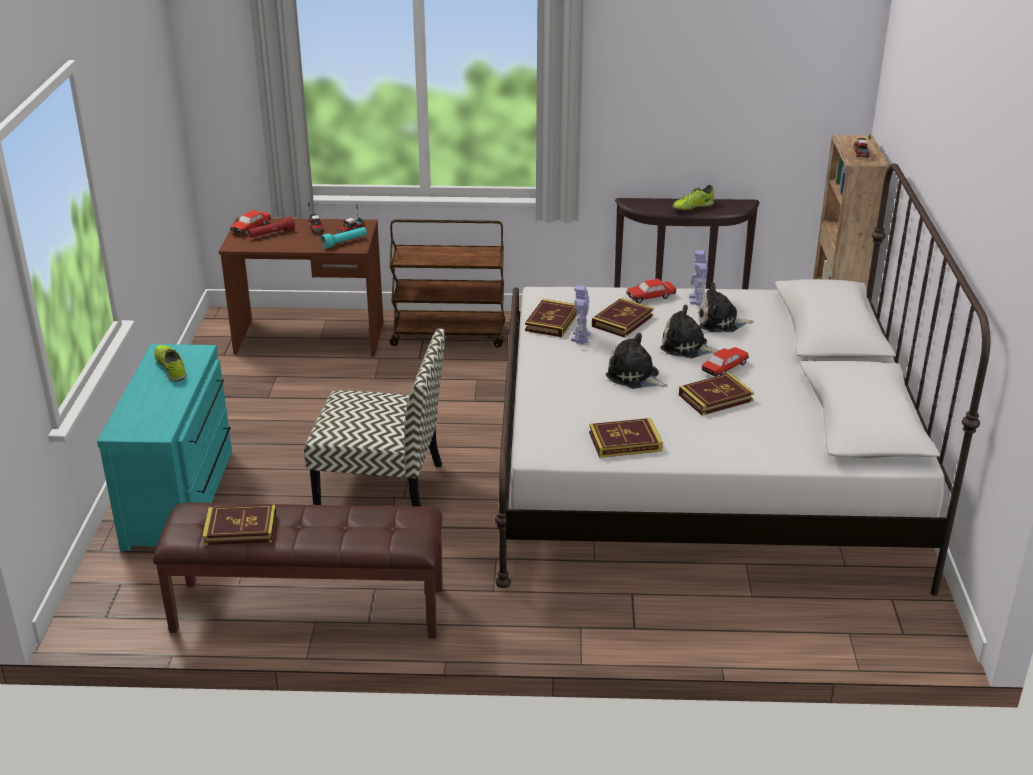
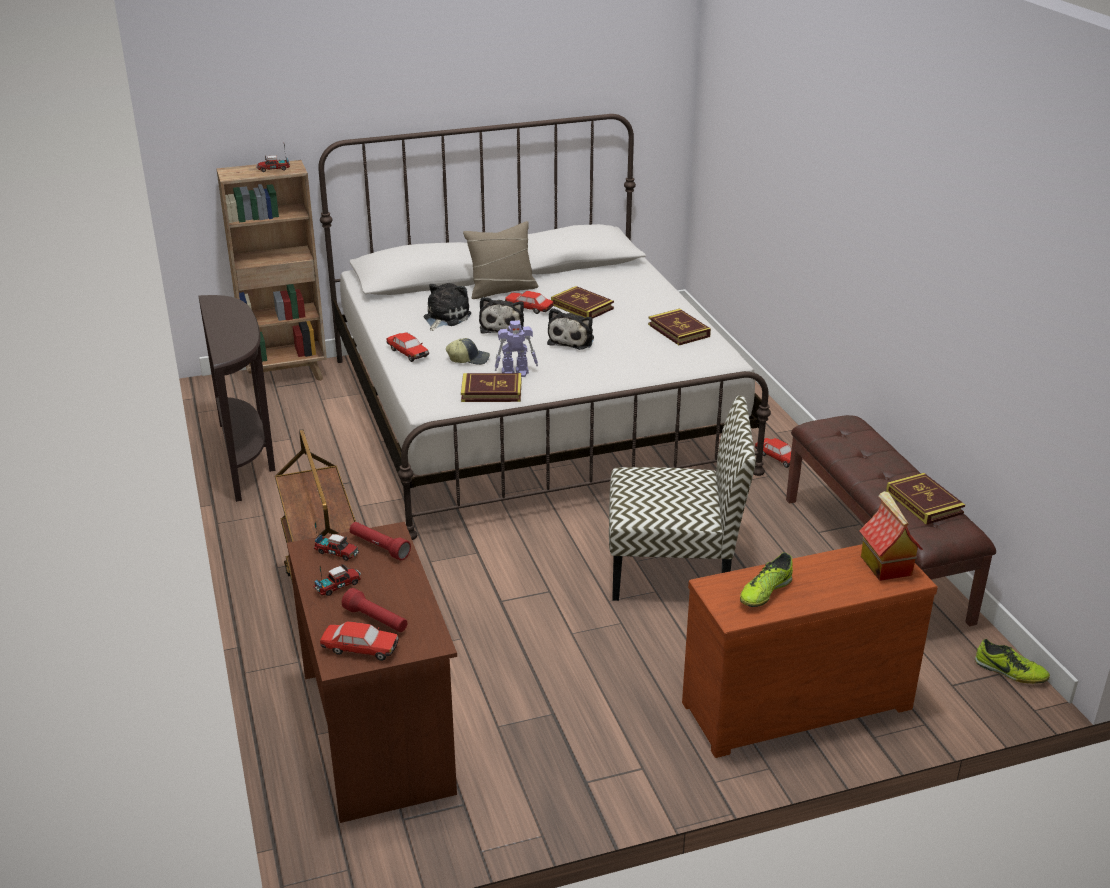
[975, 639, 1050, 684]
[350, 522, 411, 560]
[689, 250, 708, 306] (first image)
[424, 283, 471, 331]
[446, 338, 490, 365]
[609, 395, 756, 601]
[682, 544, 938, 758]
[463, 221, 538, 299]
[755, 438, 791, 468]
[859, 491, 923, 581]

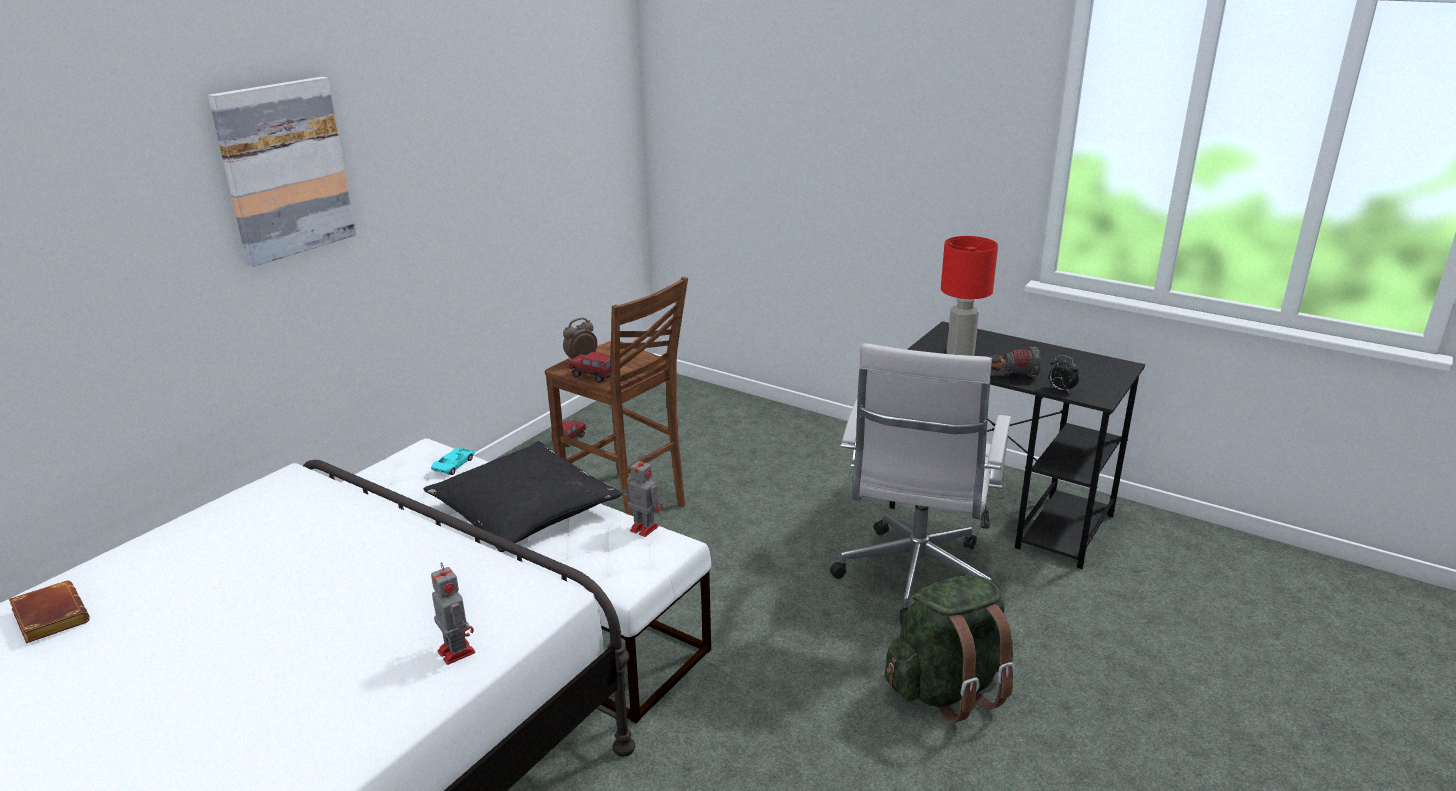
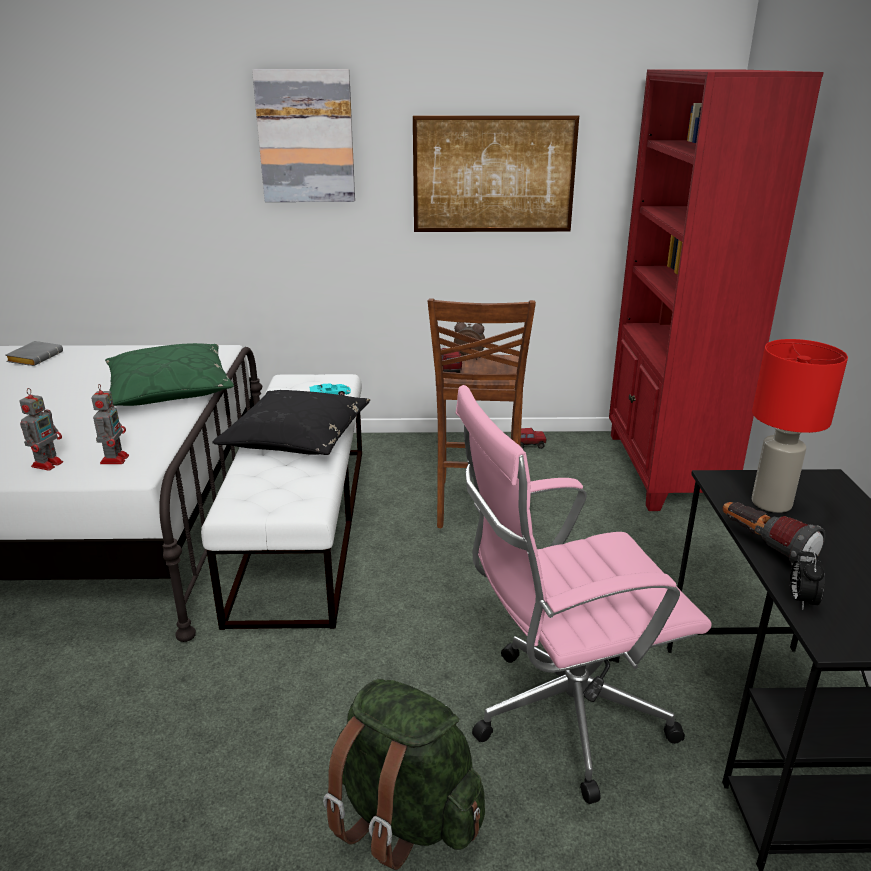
[456, 385, 712, 804]
[91, 384, 129, 464]
[5, 341, 63, 366]
[609, 69, 824, 511]
[413, 115, 579, 232]
[105, 343, 234, 406]

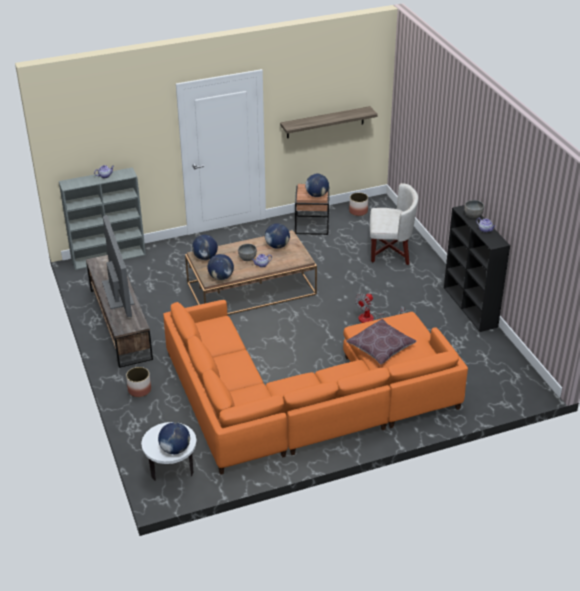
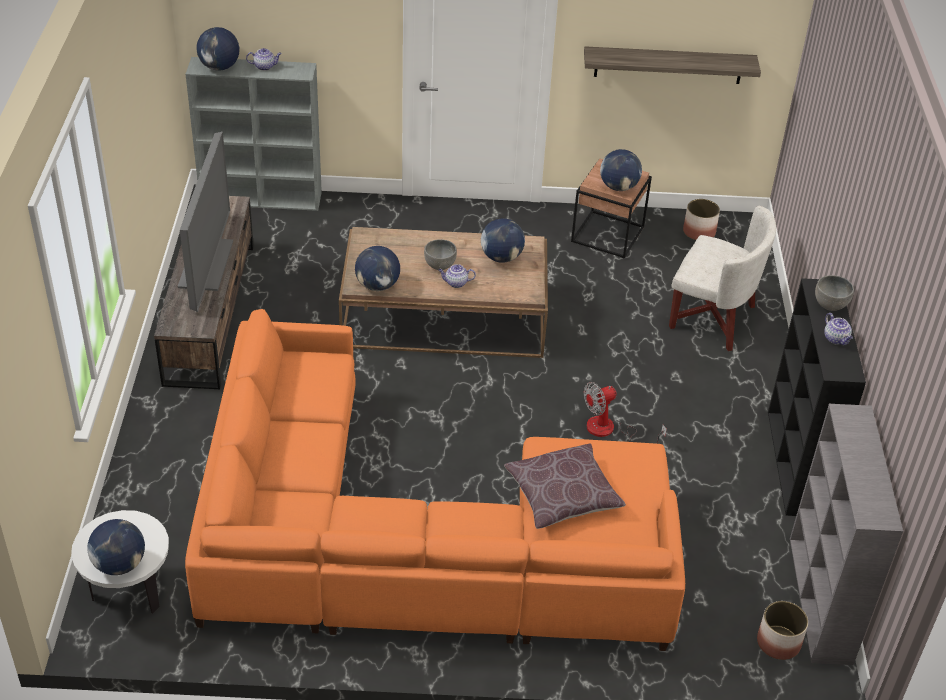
[196, 27, 239, 70]
[757, 601, 808, 660]
[790, 404, 903, 665]

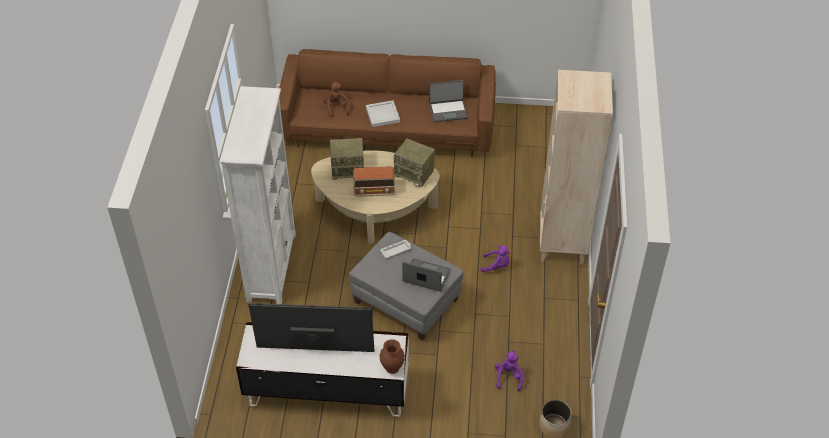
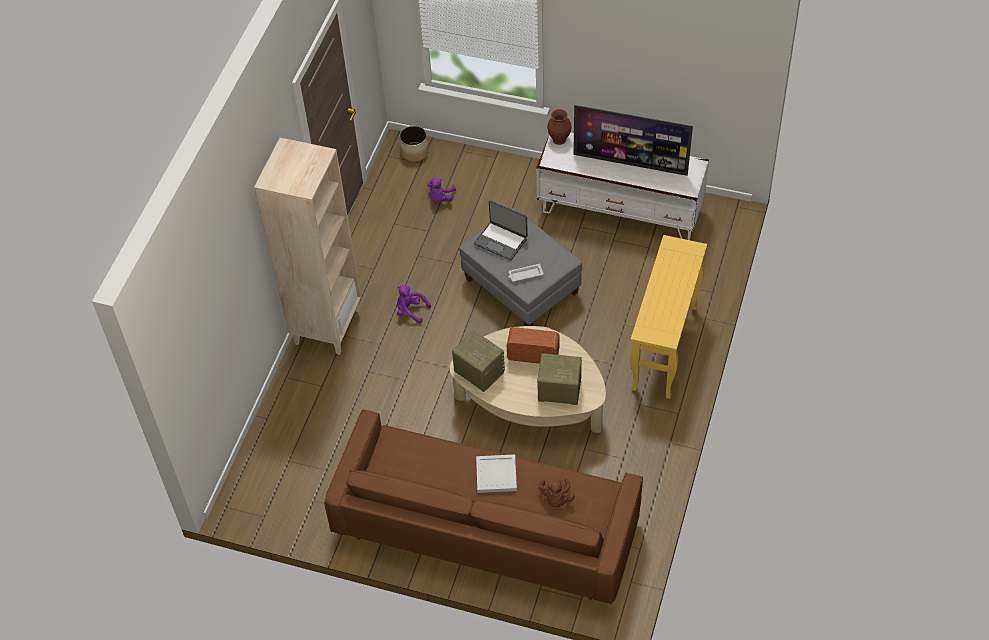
[429, 80, 468, 122] (first image)
[630, 235, 707, 399]

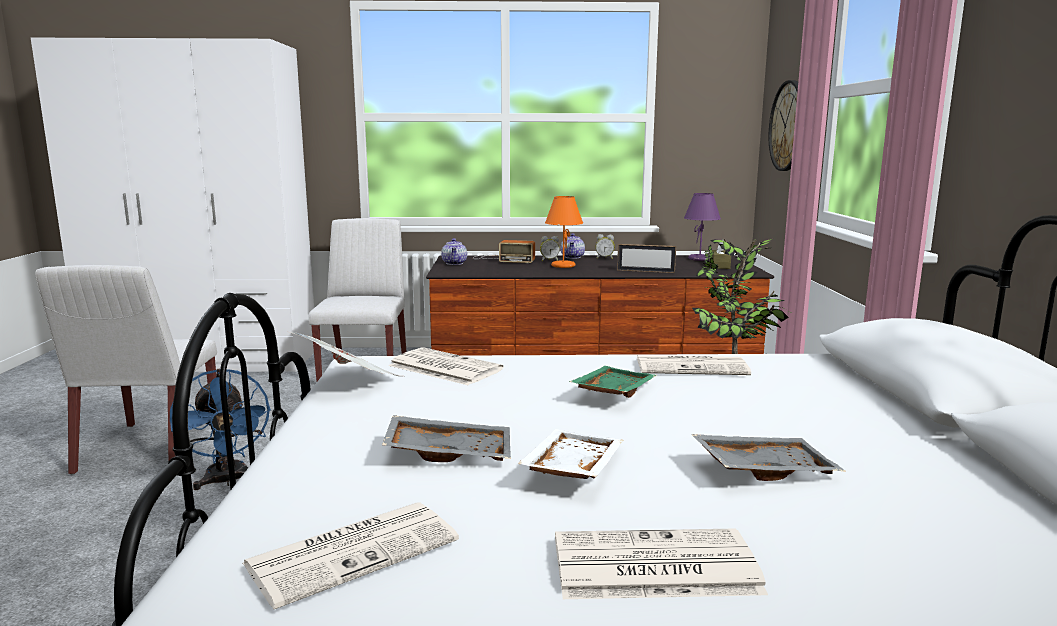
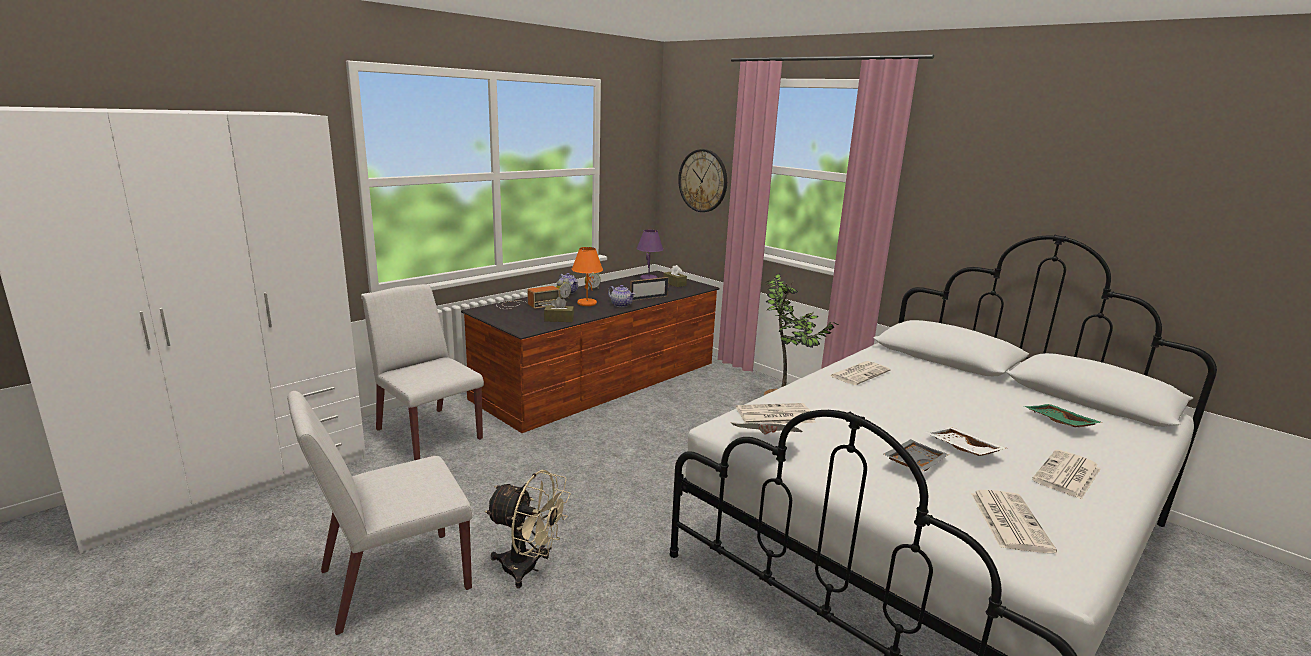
[608, 285, 635, 307]
[287, 391, 472, 635]
[1024, 404, 1103, 427]
[485, 470, 570, 588]
[691, 434, 845, 481] (first image)
[544, 297, 574, 322]

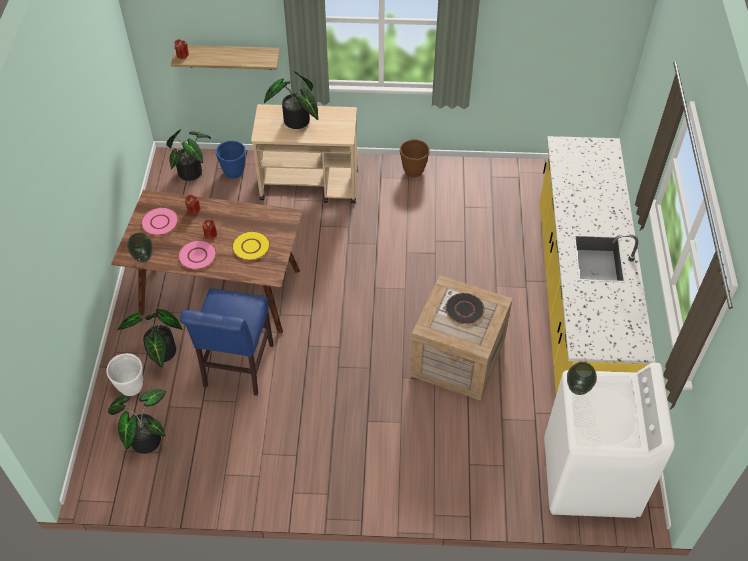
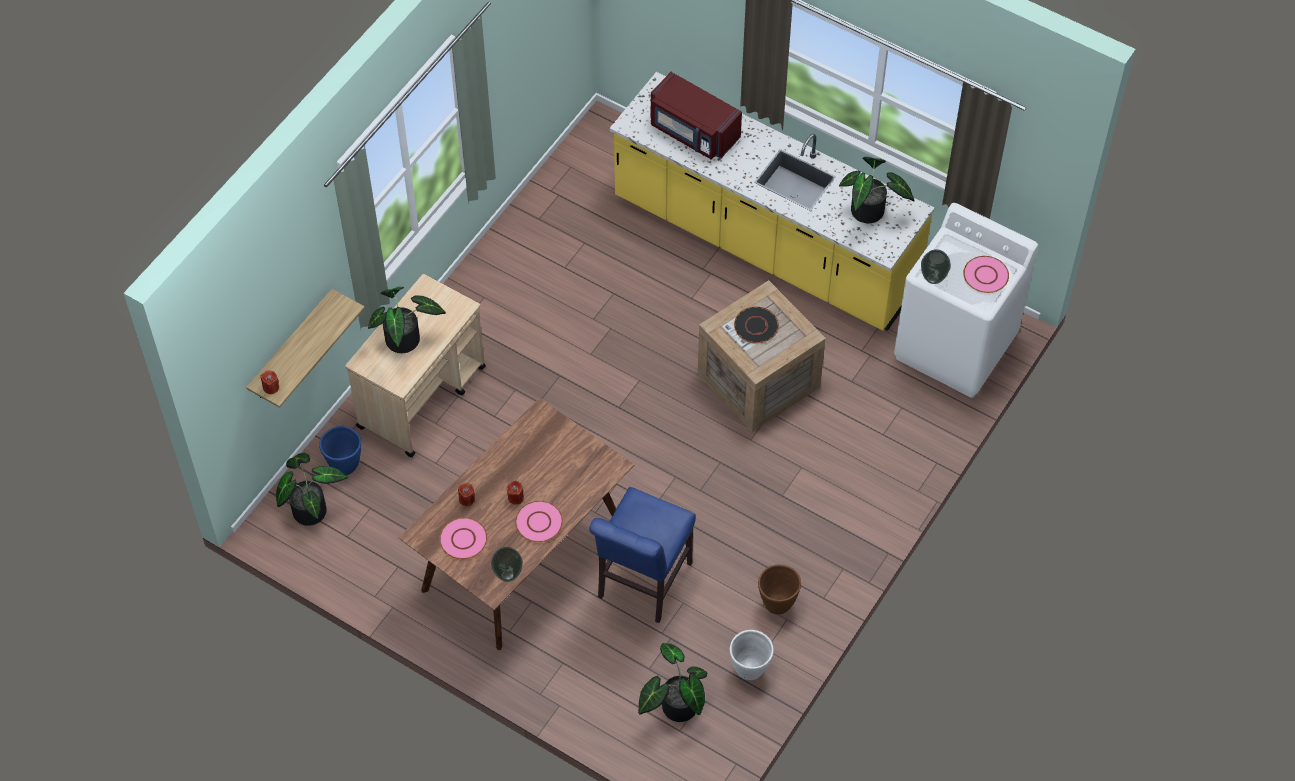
[758, 564, 801, 614]
[232, 231, 270, 260] (first image)
[589, 487, 696, 623]
[839, 157, 915, 223]
[730, 630, 774, 680]
[651, 72, 742, 160]
[963, 256, 1009, 293]

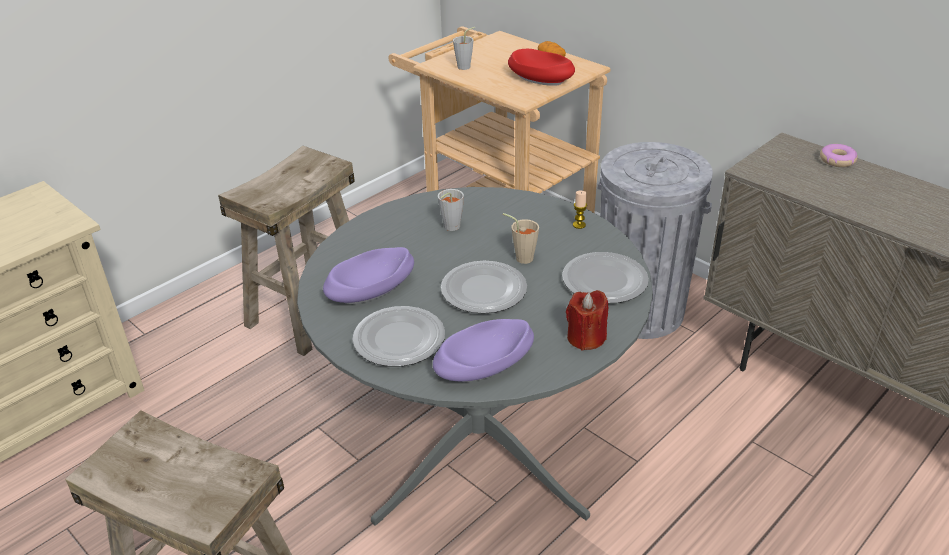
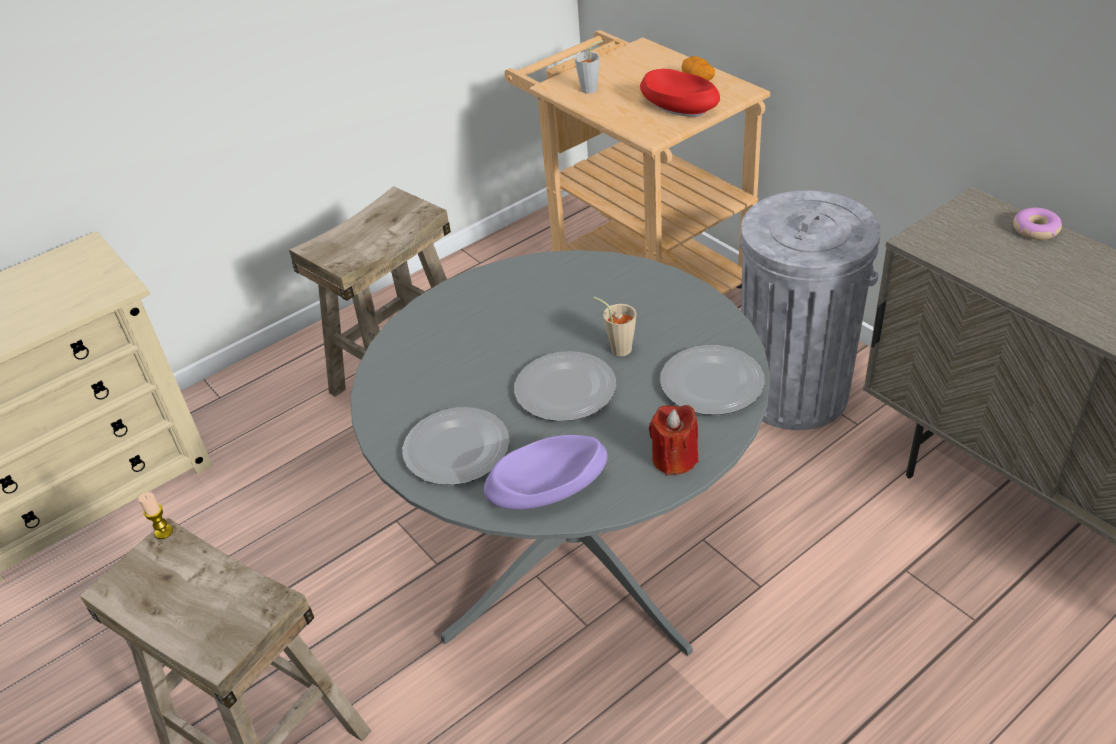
[438, 189, 464, 231] (first image)
[138, 492, 173, 539]
[323, 247, 414, 304] (first image)

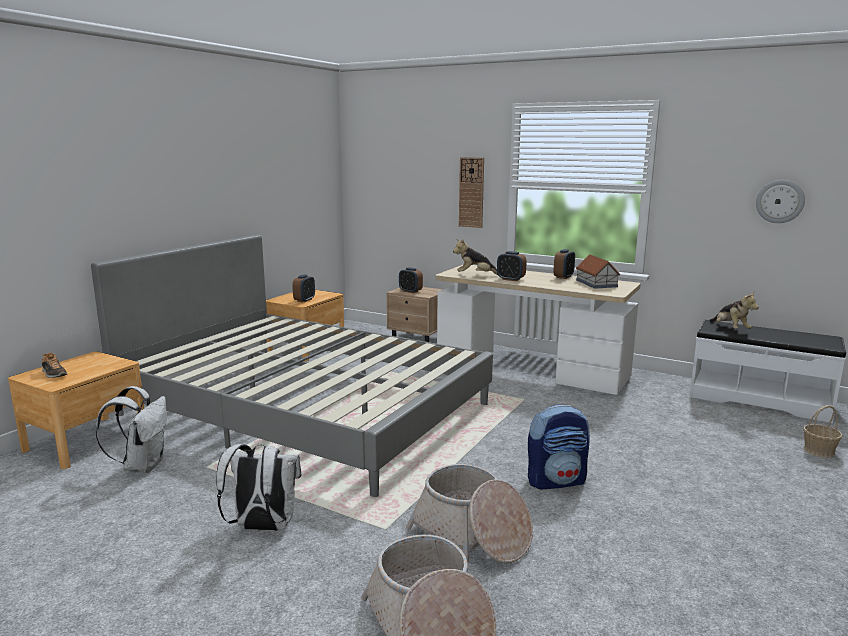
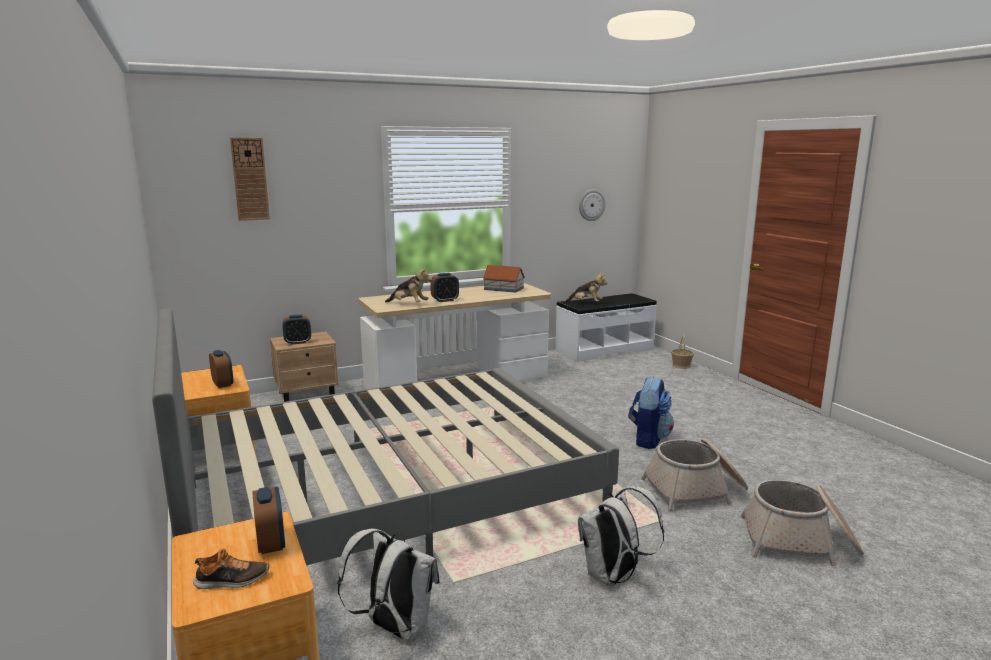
[230, 138, 270, 221]
[385, 267, 432, 302]
[252, 487, 285, 554]

